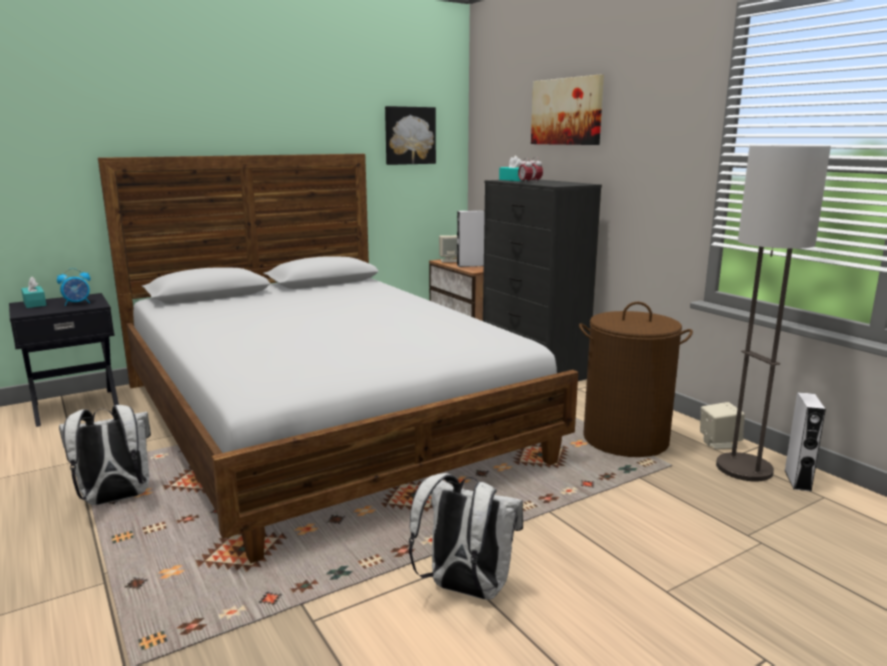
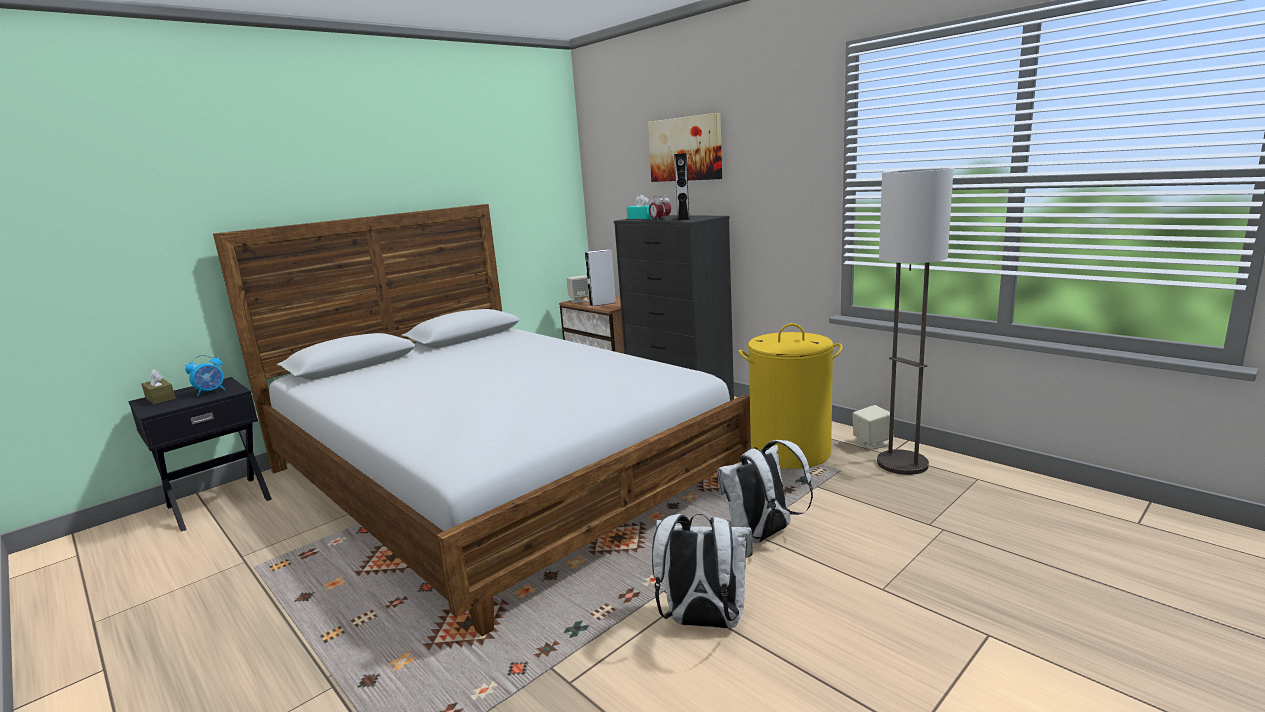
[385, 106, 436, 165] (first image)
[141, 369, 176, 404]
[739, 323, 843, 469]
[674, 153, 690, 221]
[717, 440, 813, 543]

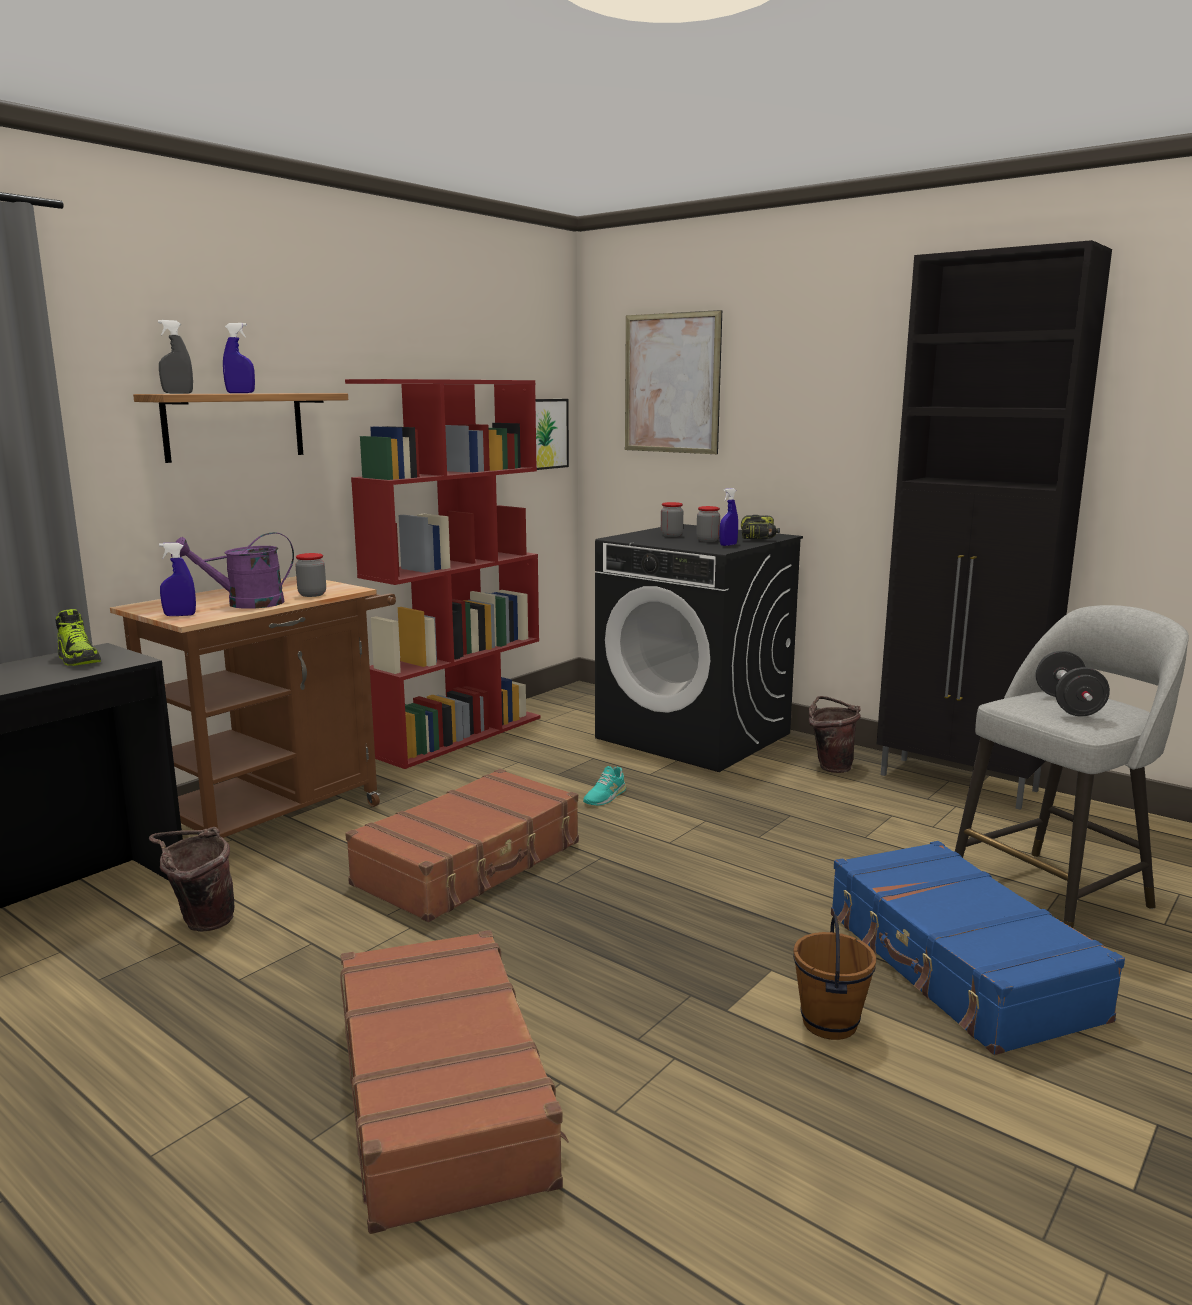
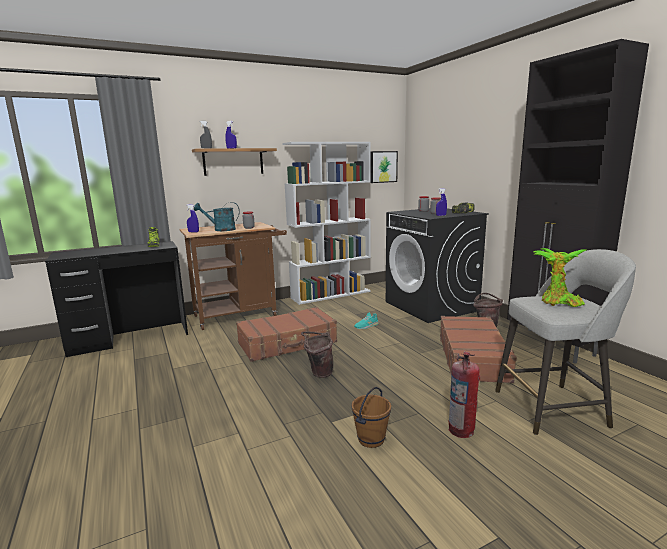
[625, 310, 722, 454] (first image)
[282, 142, 371, 305]
[194, 202, 240, 231]
[533, 248, 586, 307]
[301, 331, 333, 378]
[448, 351, 480, 438]
[440, 316, 517, 383]

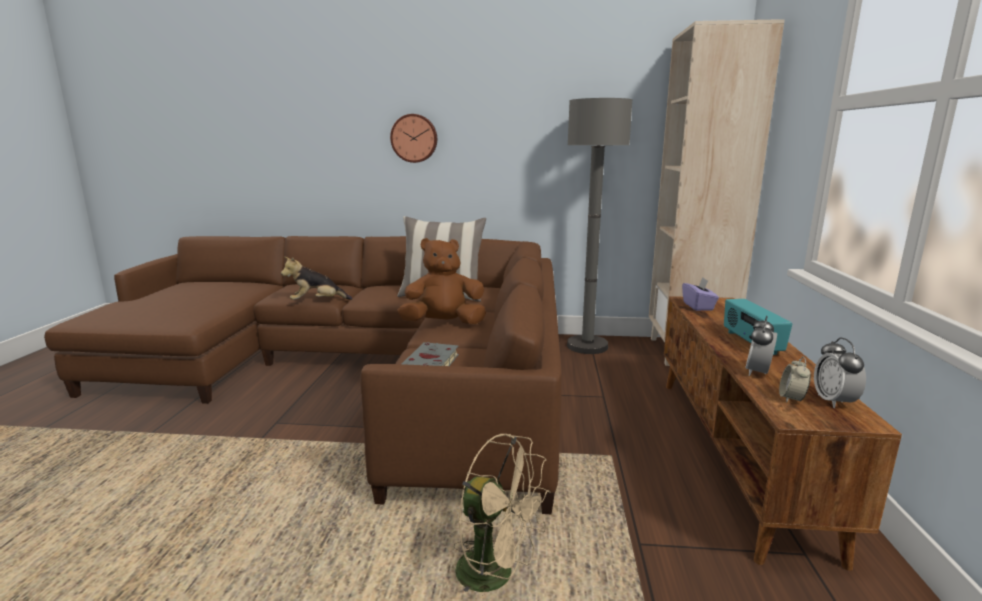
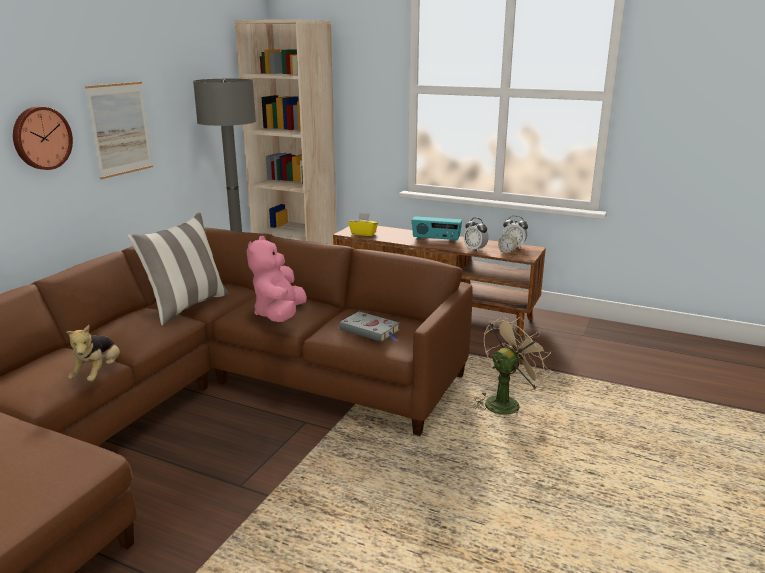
[247, 236, 307, 322]
[348, 213, 378, 236]
[85, 82, 153, 179]

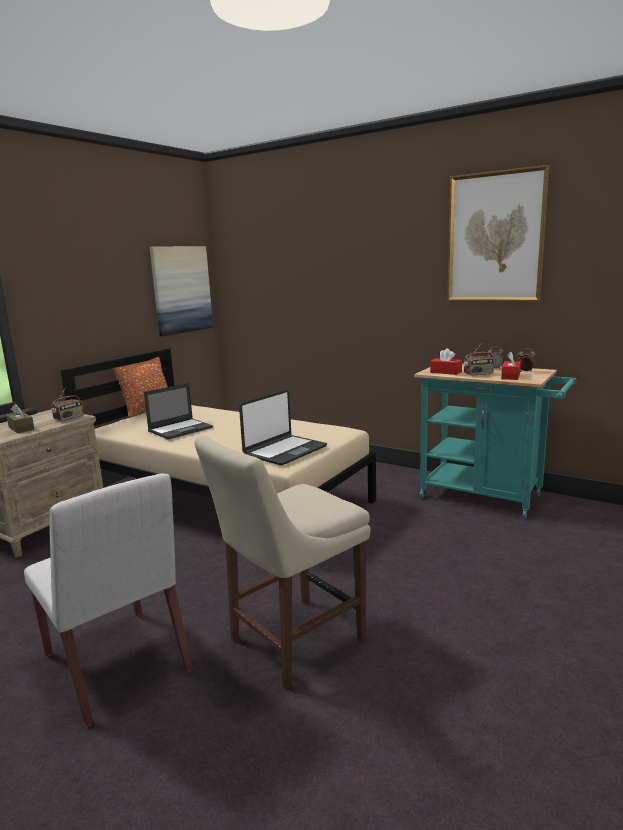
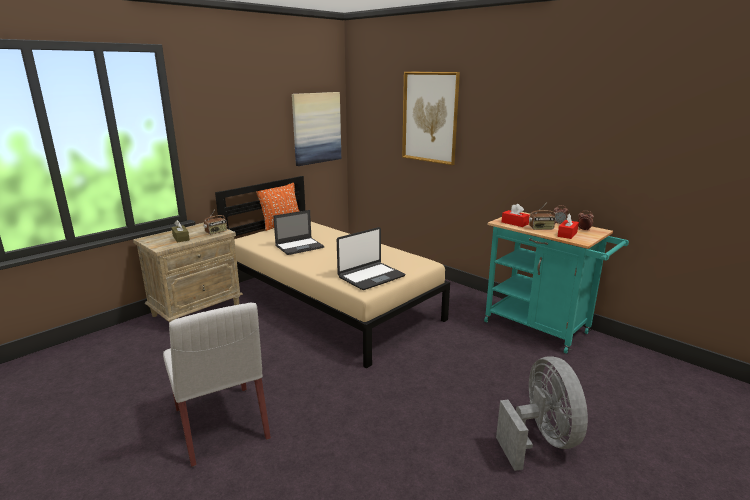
[402, 72, 460, 165]
[195, 436, 371, 690] (first image)
[496, 356, 588, 471]

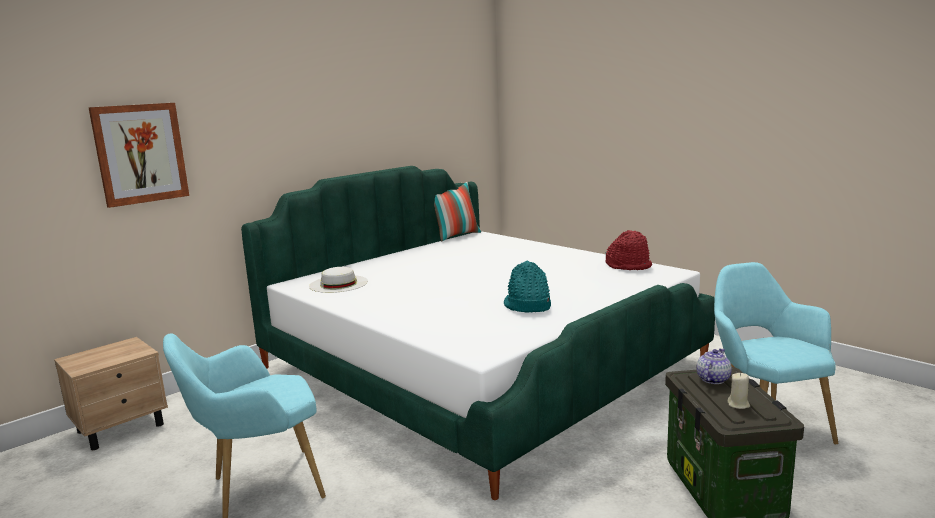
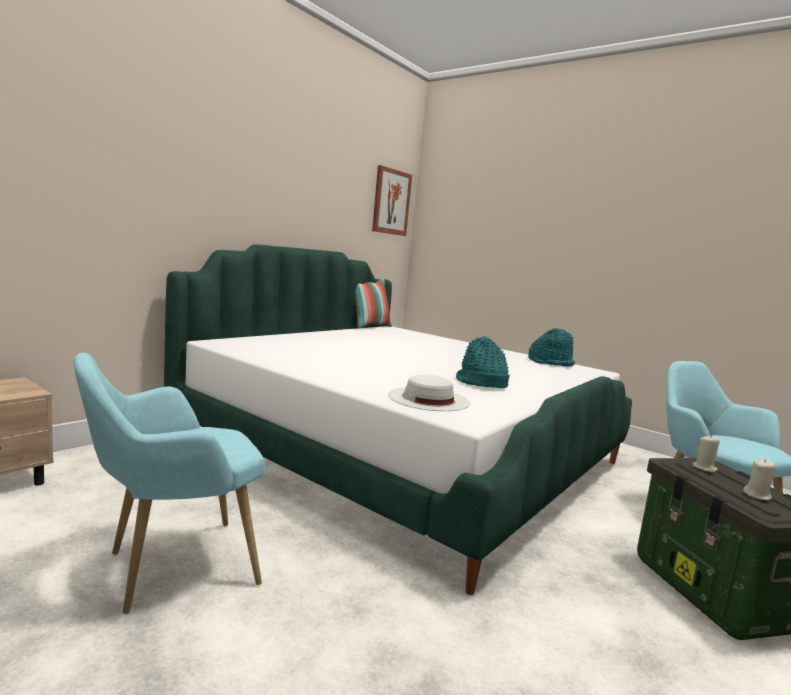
[372, 165, 412, 236]
[528, 328, 575, 367]
[388, 375, 470, 411]
[692, 435, 720, 472]

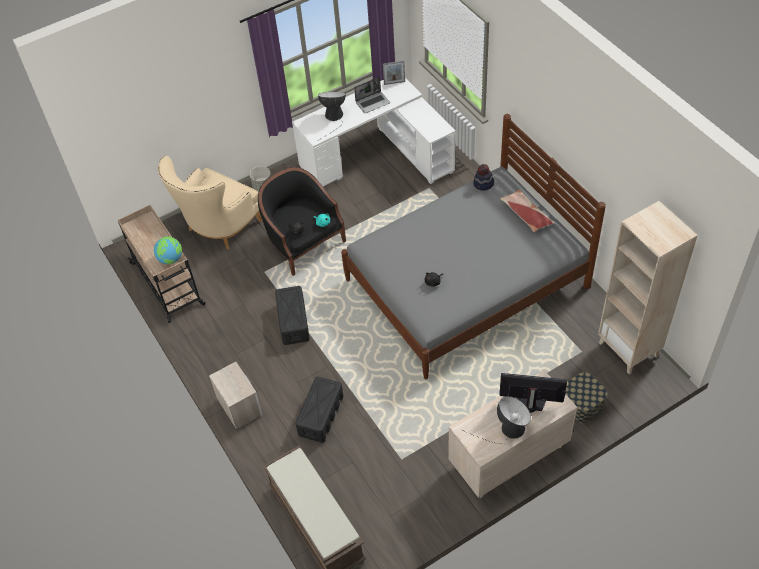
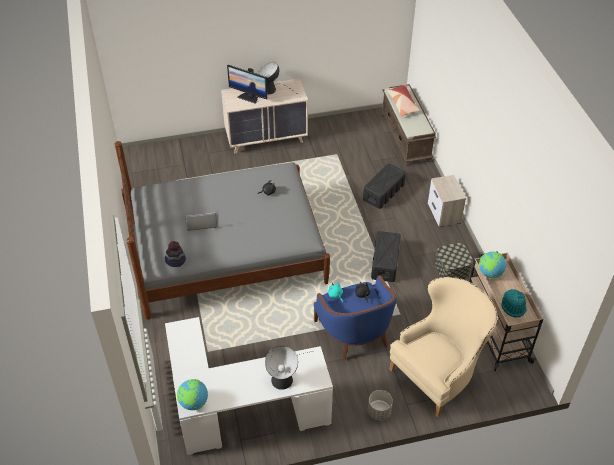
[177, 379, 208, 410]
[185, 212, 217, 231]
[314, 275, 397, 360]
[386, 85, 420, 117]
[598, 201, 698, 374] (first image)
[435, 243, 473, 279]
[502, 289, 527, 317]

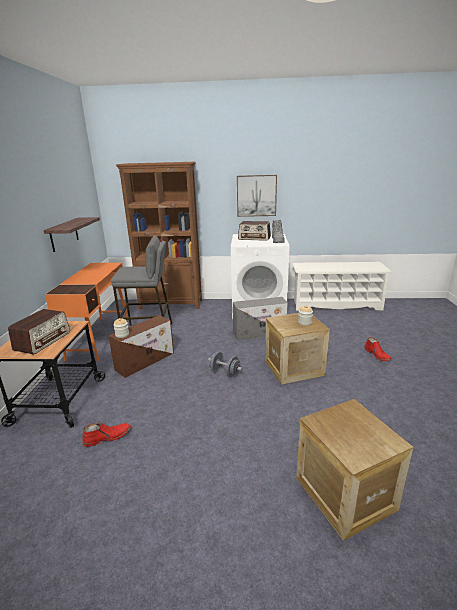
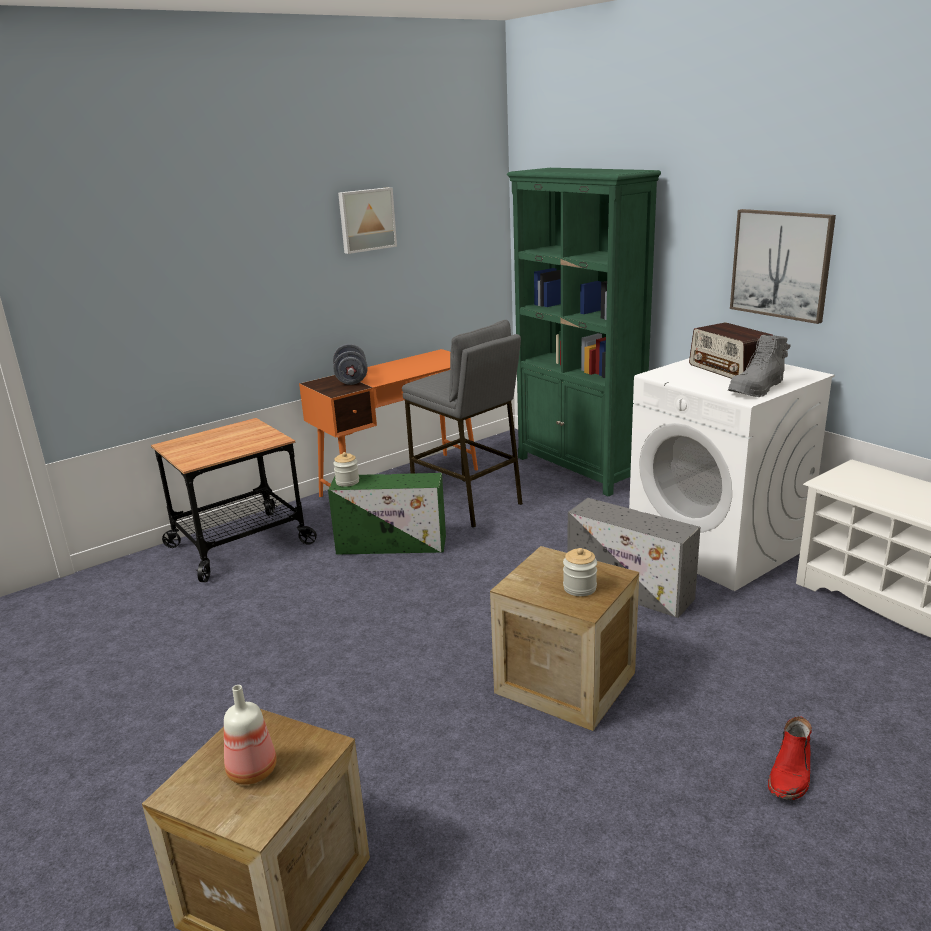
[507, 168, 661, 497]
[44, 217, 100, 252] (first image)
[8, 309, 70, 355] (first image)
[328, 473, 446, 554]
[333, 344, 368, 385]
[82, 422, 131, 447] (first image)
[338, 187, 397, 254]
[224, 685, 277, 785]

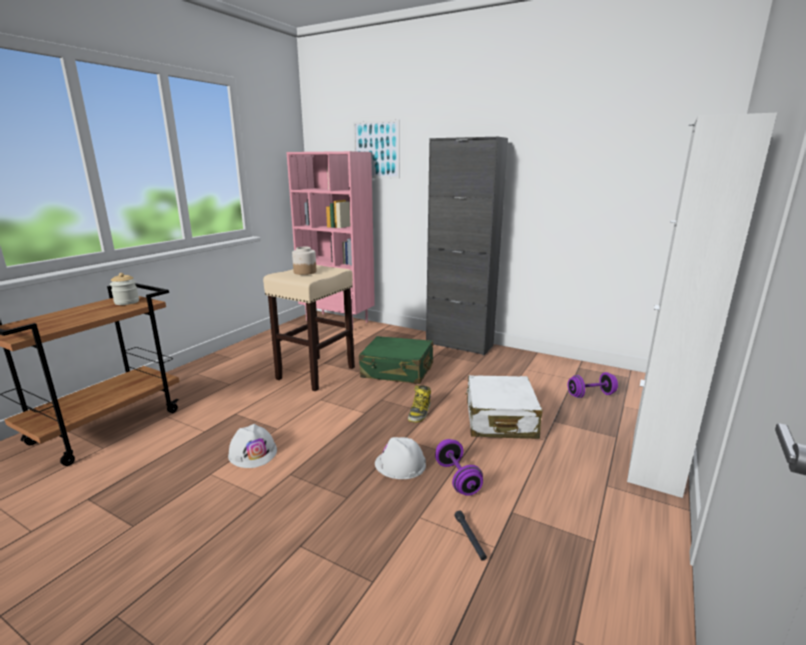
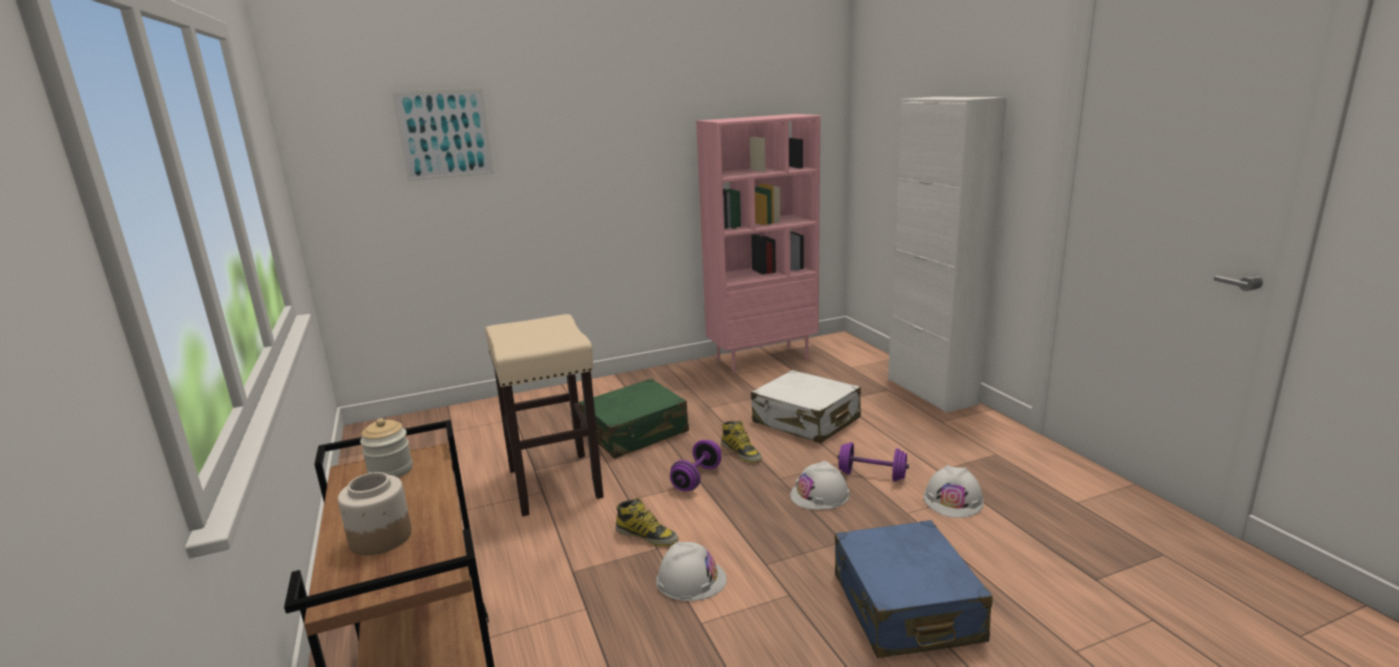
[426, 137, 508, 356] (first image)
[696, 114, 820, 373]
[338, 472, 412, 555]
[670, 440, 721, 491]
[924, 465, 984, 518]
[616, 498, 678, 546]
[835, 520, 993, 658]

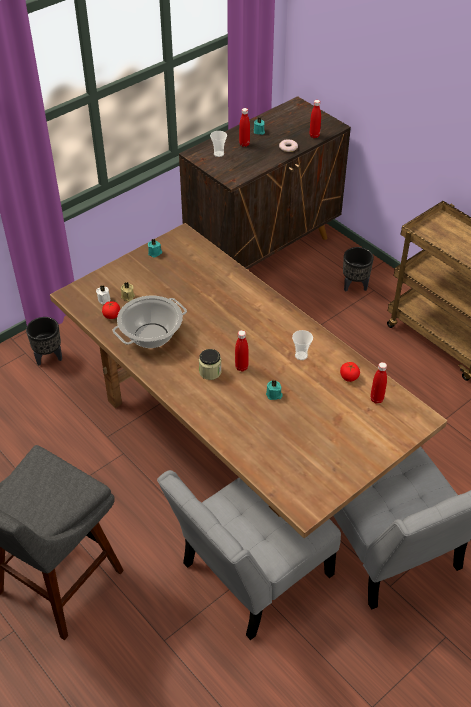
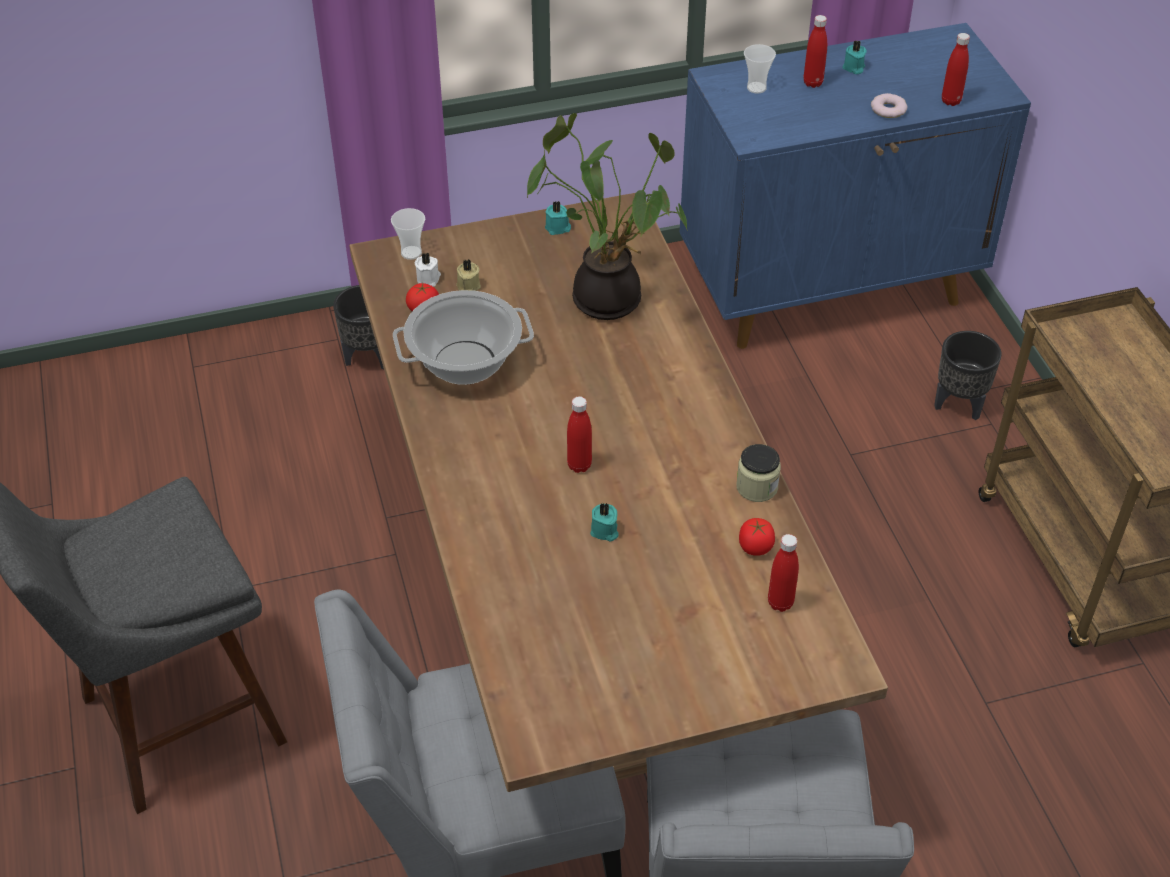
[680, 23, 1031, 349]
[391, 208, 425, 260]
[736, 444, 781, 502]
[527, 113, 688, 320]

